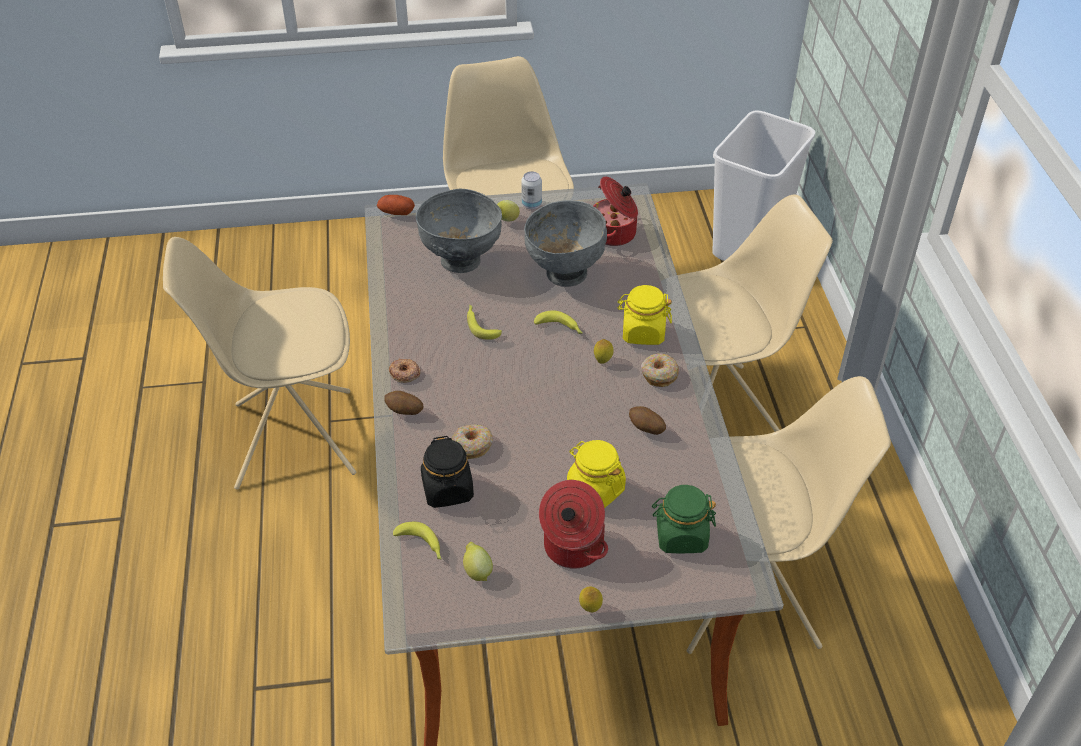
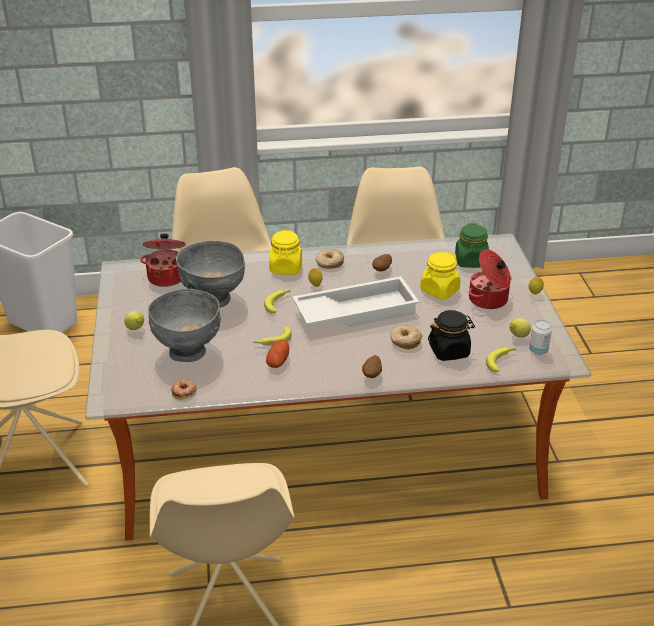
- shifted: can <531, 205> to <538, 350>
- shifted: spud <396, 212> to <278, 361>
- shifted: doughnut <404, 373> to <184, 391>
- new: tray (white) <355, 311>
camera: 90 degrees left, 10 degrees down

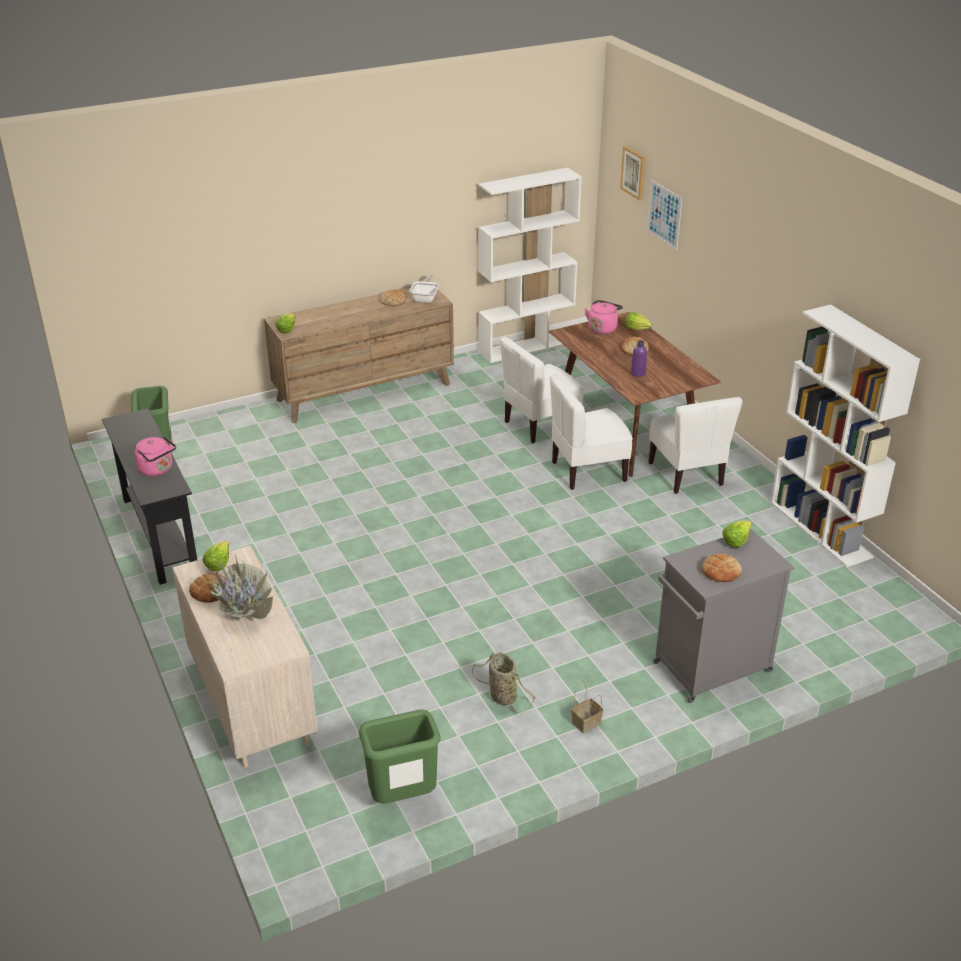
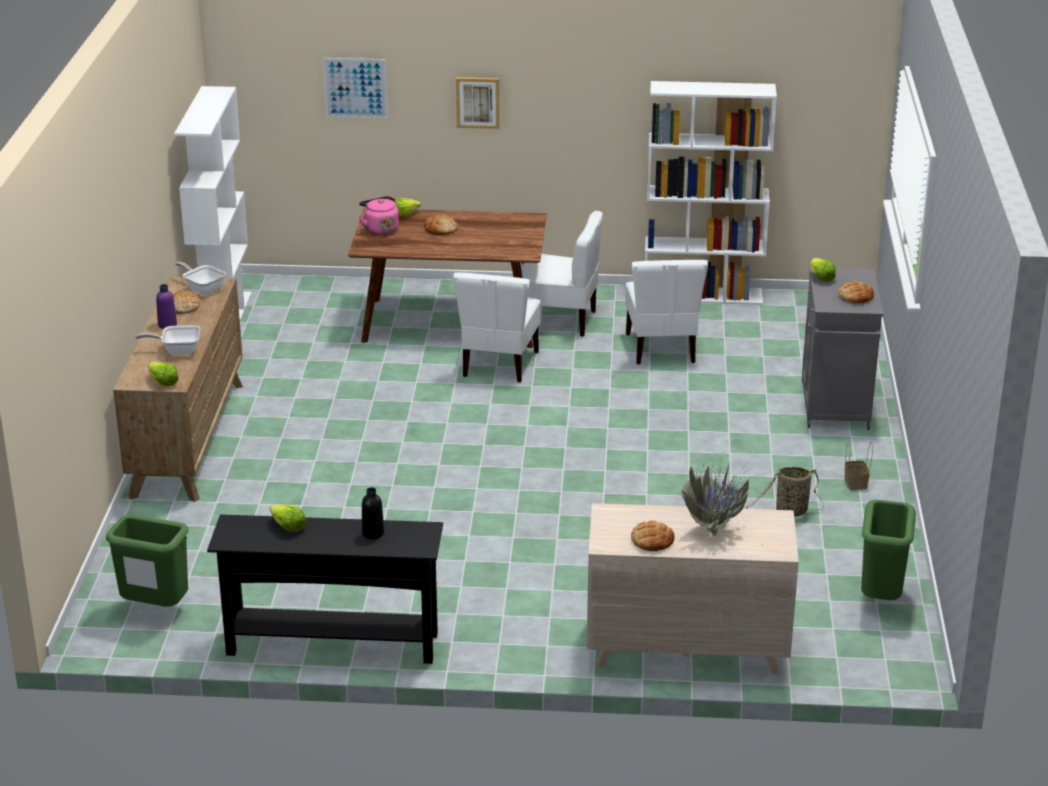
- shifted: wall art <634, 172> to <478, 102>
- shifted: chair (white) <540, 425> to <662, 348>
- shifted: beverage bottle (purple) <638, 373> to <167, 325>
- swapped: tea kettle (pink-coloured) <157, 470> to beverage bottle (blackish) <373, 533>
- shifted: lettuce head <218, 563> to <287, 527>
- new: skillet <177, 350>
camera: 60 degrees left, 5 degrees down

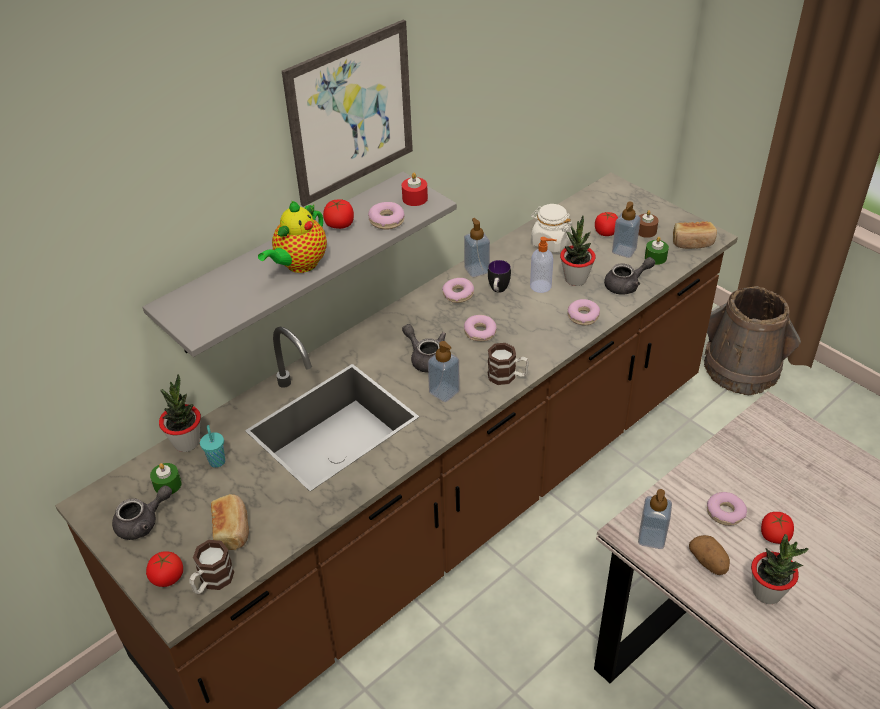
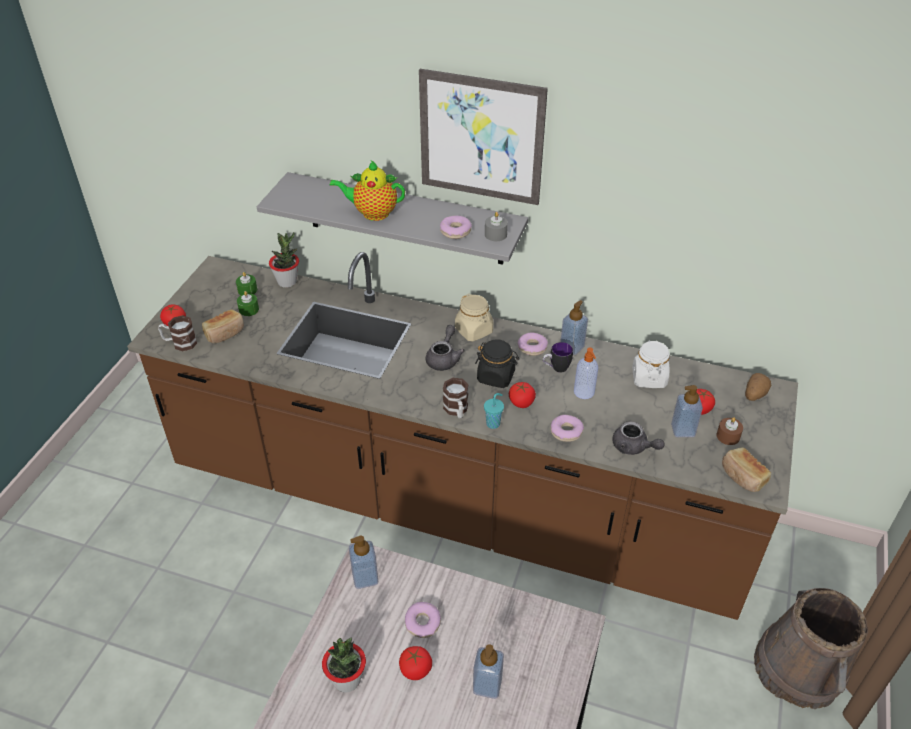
- repainted: candle (red-coloured) <415, 198> to candle (gray) <495, 234>
- shifted: fresh tomato <339, 225> to <521, 402>
- gone: plant in a pot <575, 279>
- shifted: candle (green) <655, 258> to <249, 309>
- swapped: doughnut <480, 332> to preserve jar (blackish) <496, 377>
- shifted: soap bottle <444, 392> to <487, 685>
- shifted: cup (turquoise-coloured) <217, 460> to <493, 423>
- gone: teapot (gray) <143, 523>
- shifted: spud <709, 562> to <754, 394>
- new: preserve jar (beige-coloured) <474, 331>
camera: 60 degrees right, 0 degrees up

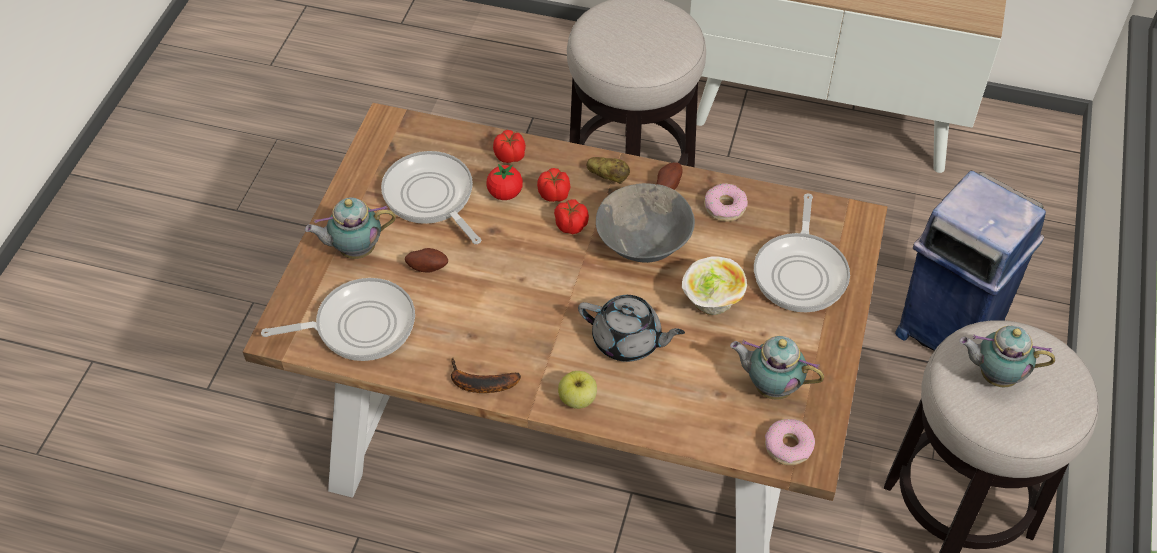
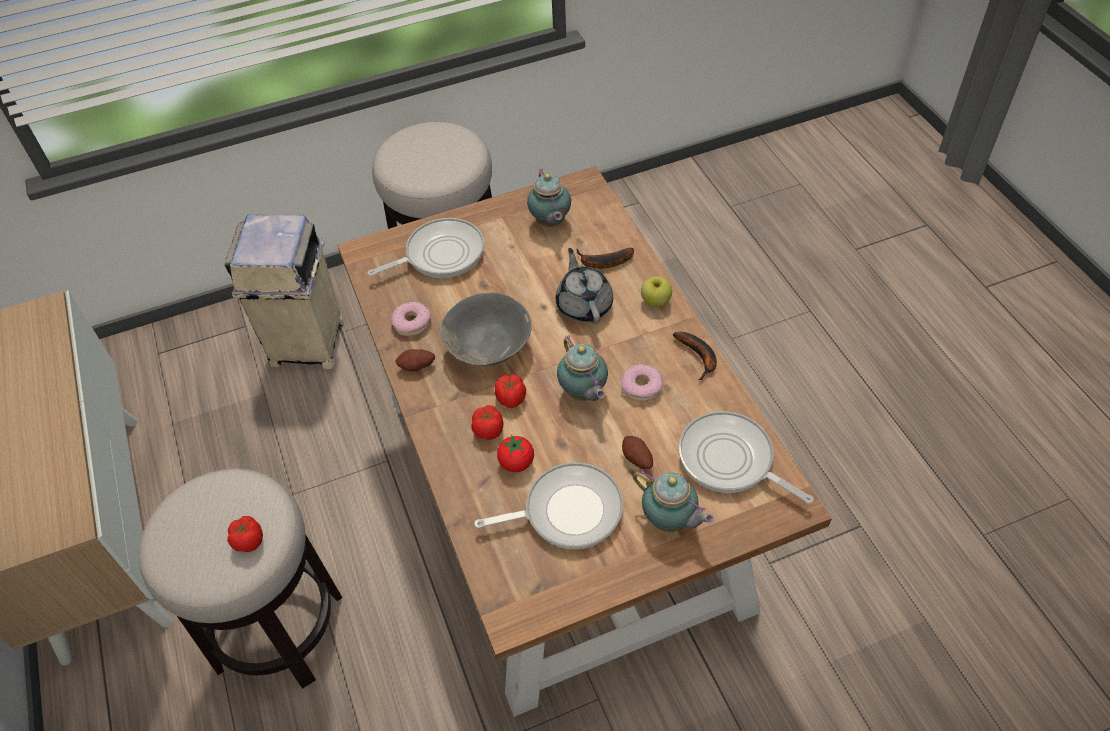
- shifted: fresh tomato <510, 156> to <249, 540>
- rotated: skillet <431, 197> = <567, 511> 120 degrees counterclockwise
- gone: spud <608, 177>
- repainted: rubbish bin (blue) <947, 329> to rubbish bin (beige-coloured) <307, 344>
- gone: bowl <711, 303>
- shifted: teapot <995, 375> to <583, 393>
- shifted: doughnut <788, 446> to <641, 387>
- new: whole banana <603, 262>
camera: 125 degrees left, 0 degrees up

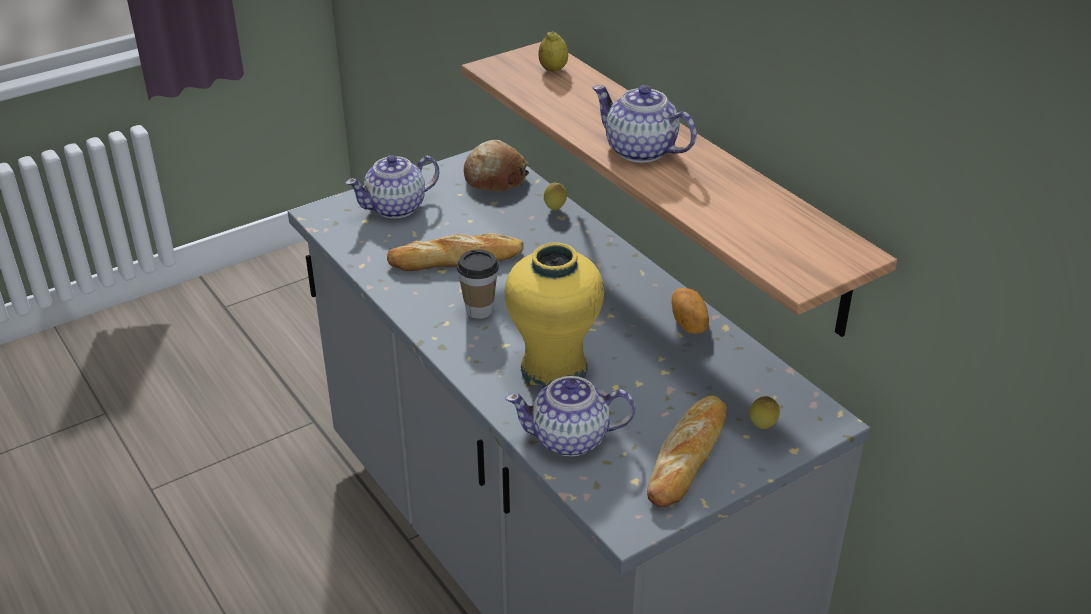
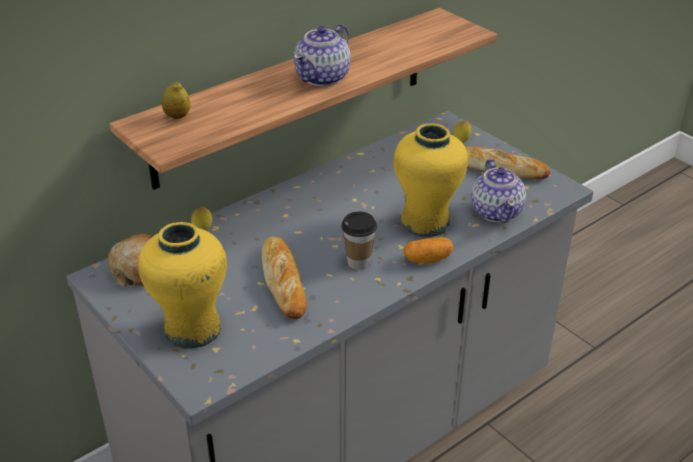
- swapped: teapot <396, 208> to flower vase (yellow) <192, 329>
- shifted: spud <689, 323> to <427, 259>
camera: 95 degrees left, 0 degrees up

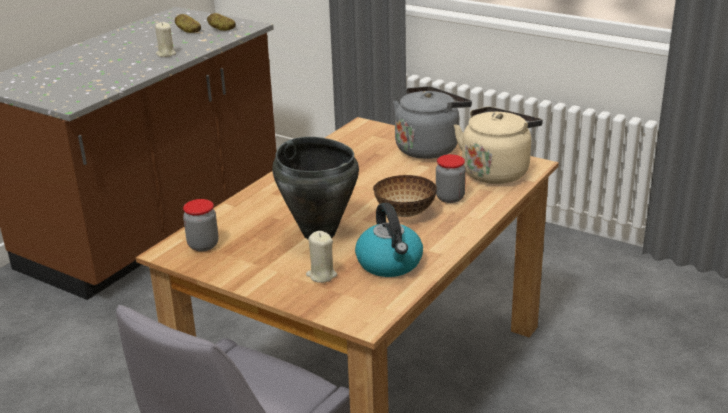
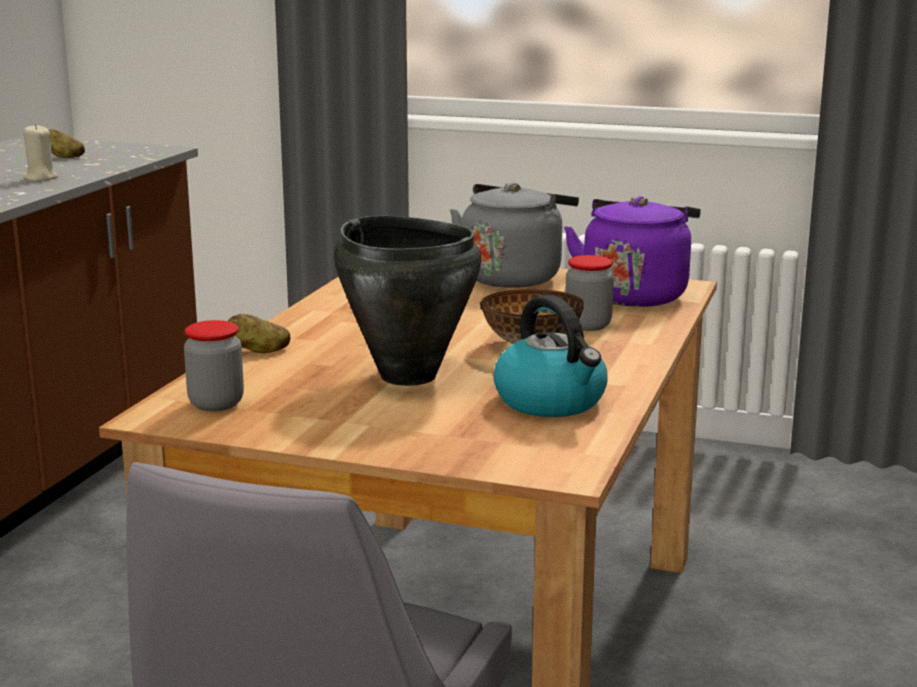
- shifted: spud <222, 29> to <258, 351>
- repainted: tea kettle (beige-coloured) <496, 171> to tea kettle (purple) <635, 295>
- gone: candle (beige-coloured) <321, 275>
camera: 15 degrees left, 10 degrees down

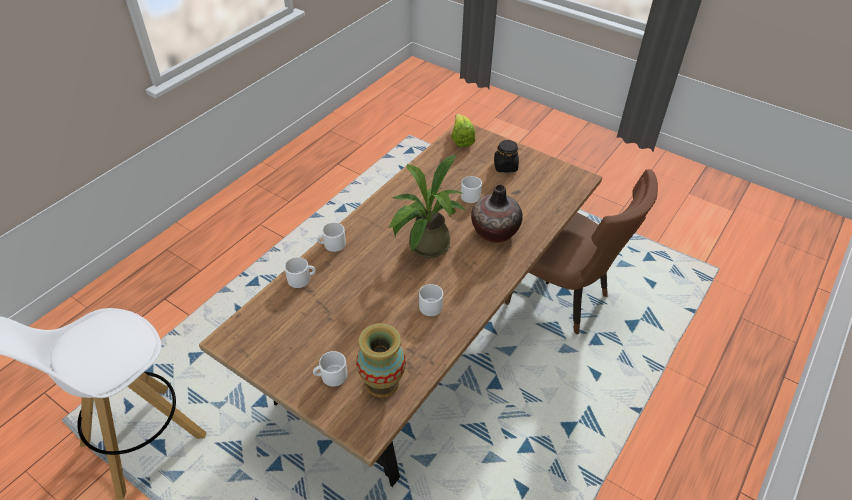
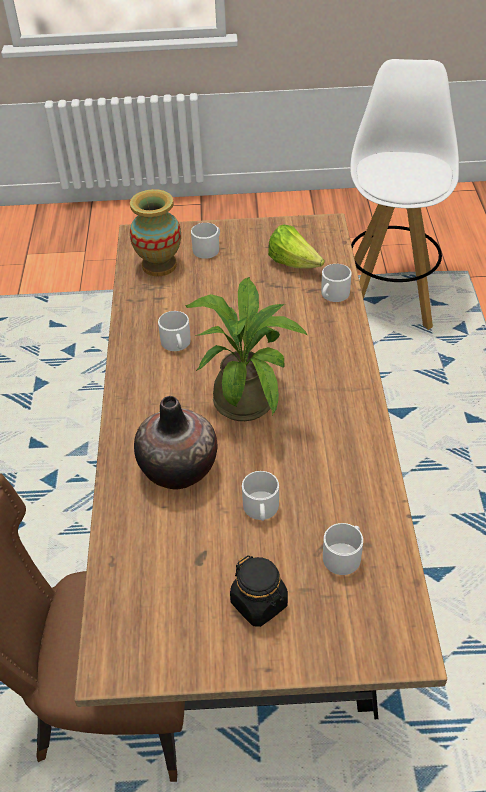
- shifted: lettuce head <461, 139> to <293, 263>
- shifted: mug (white) <332, 244> to <344, 555>
camera: 145 degrees right, 0 degrees up

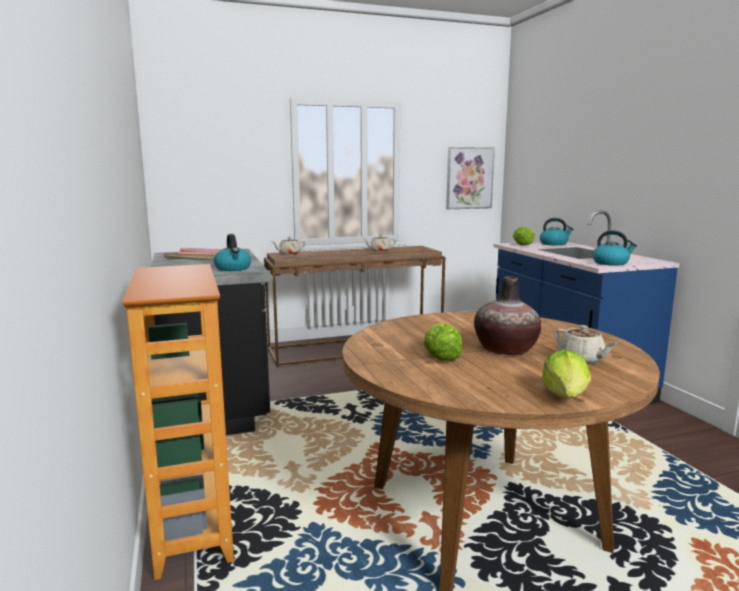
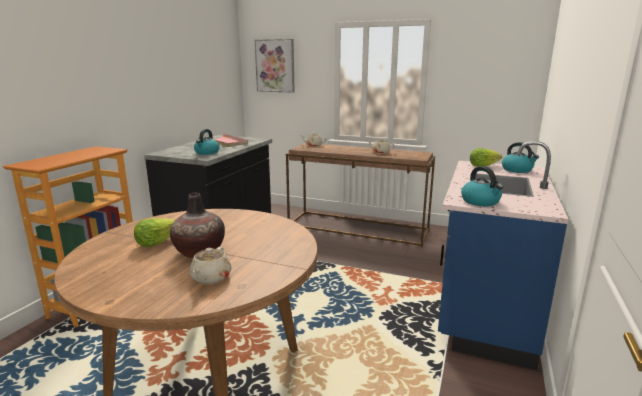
- shifted: wall art <469, 178> to <275, 66>
- gone: lettuce head <566, 396>
camera: 40 degrees right, 5 degrees up

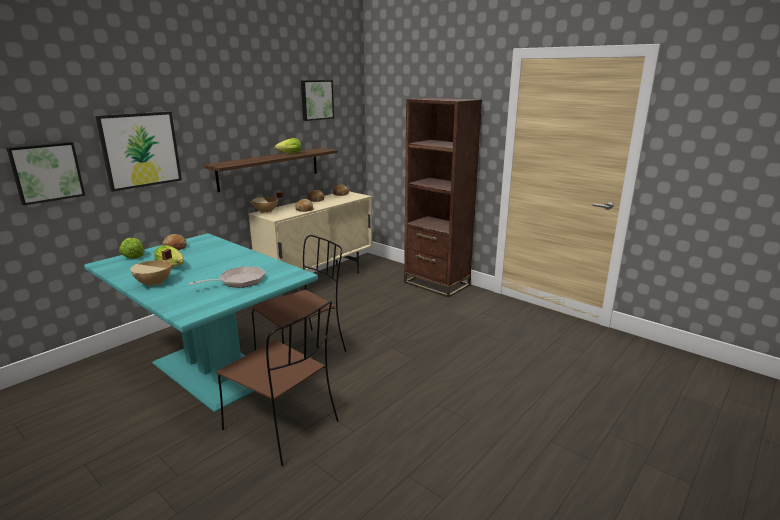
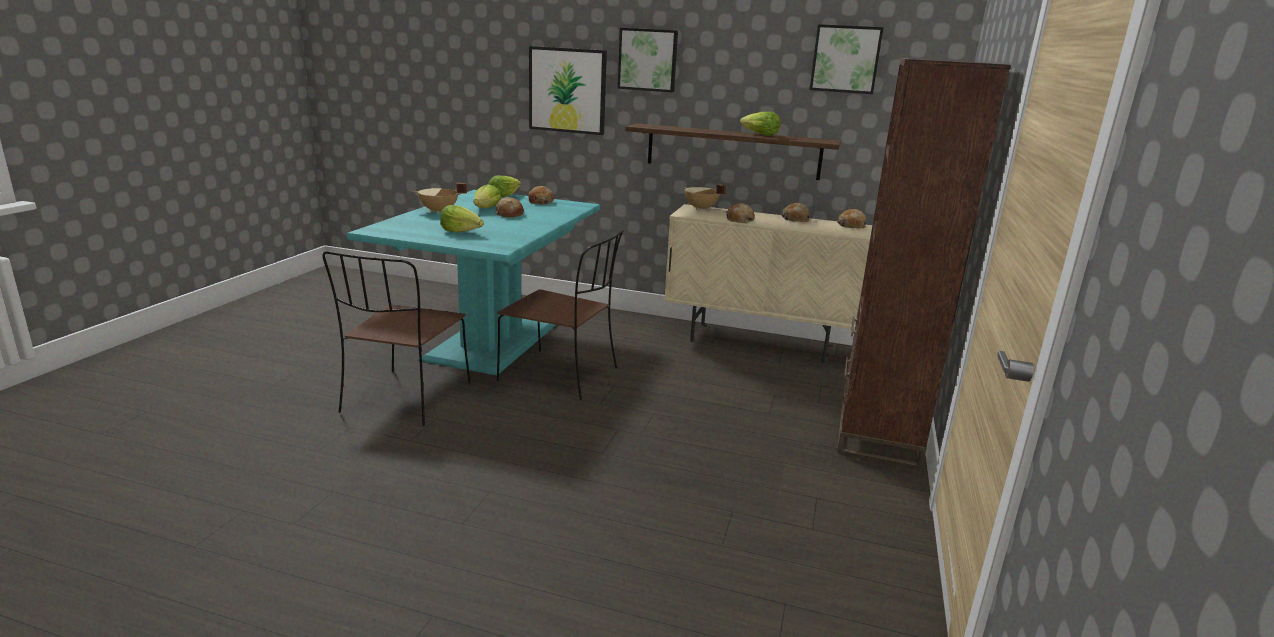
- shifted: wall art <46, 172> to <648, 60>
- swapped: skillet <238, 281> to lettuce head <462, 232>
- new: bread <509, 214>
camera: 65 degrees right, 0 degrees up

